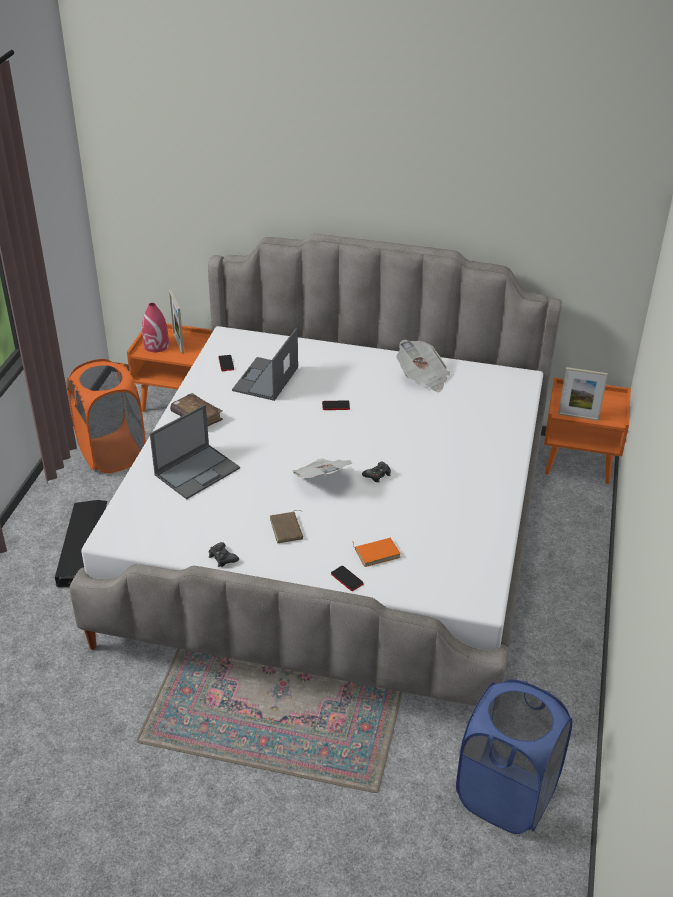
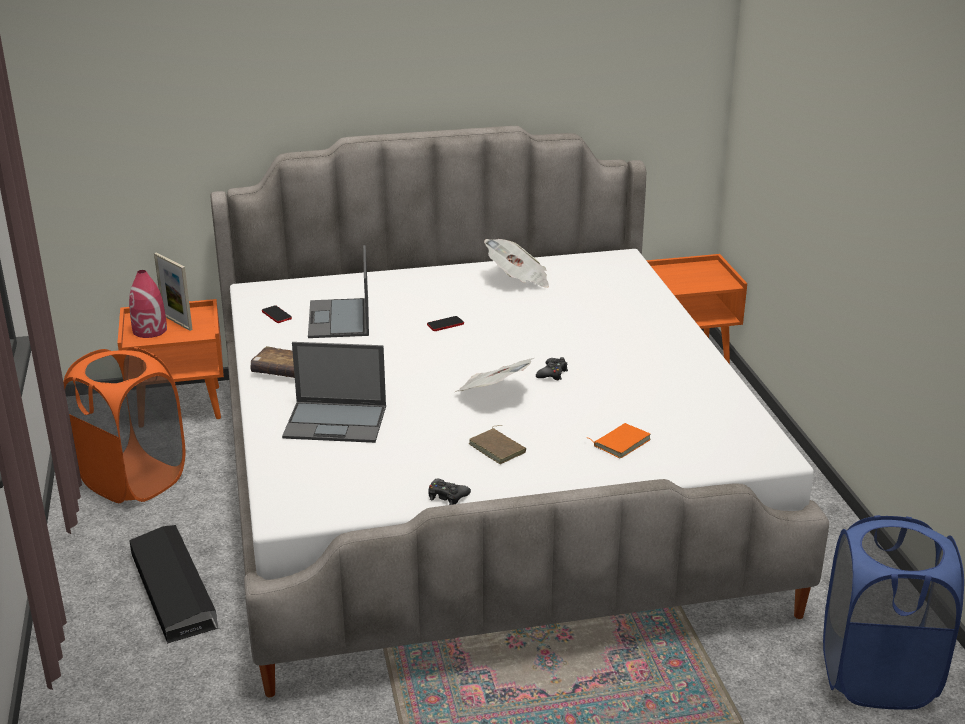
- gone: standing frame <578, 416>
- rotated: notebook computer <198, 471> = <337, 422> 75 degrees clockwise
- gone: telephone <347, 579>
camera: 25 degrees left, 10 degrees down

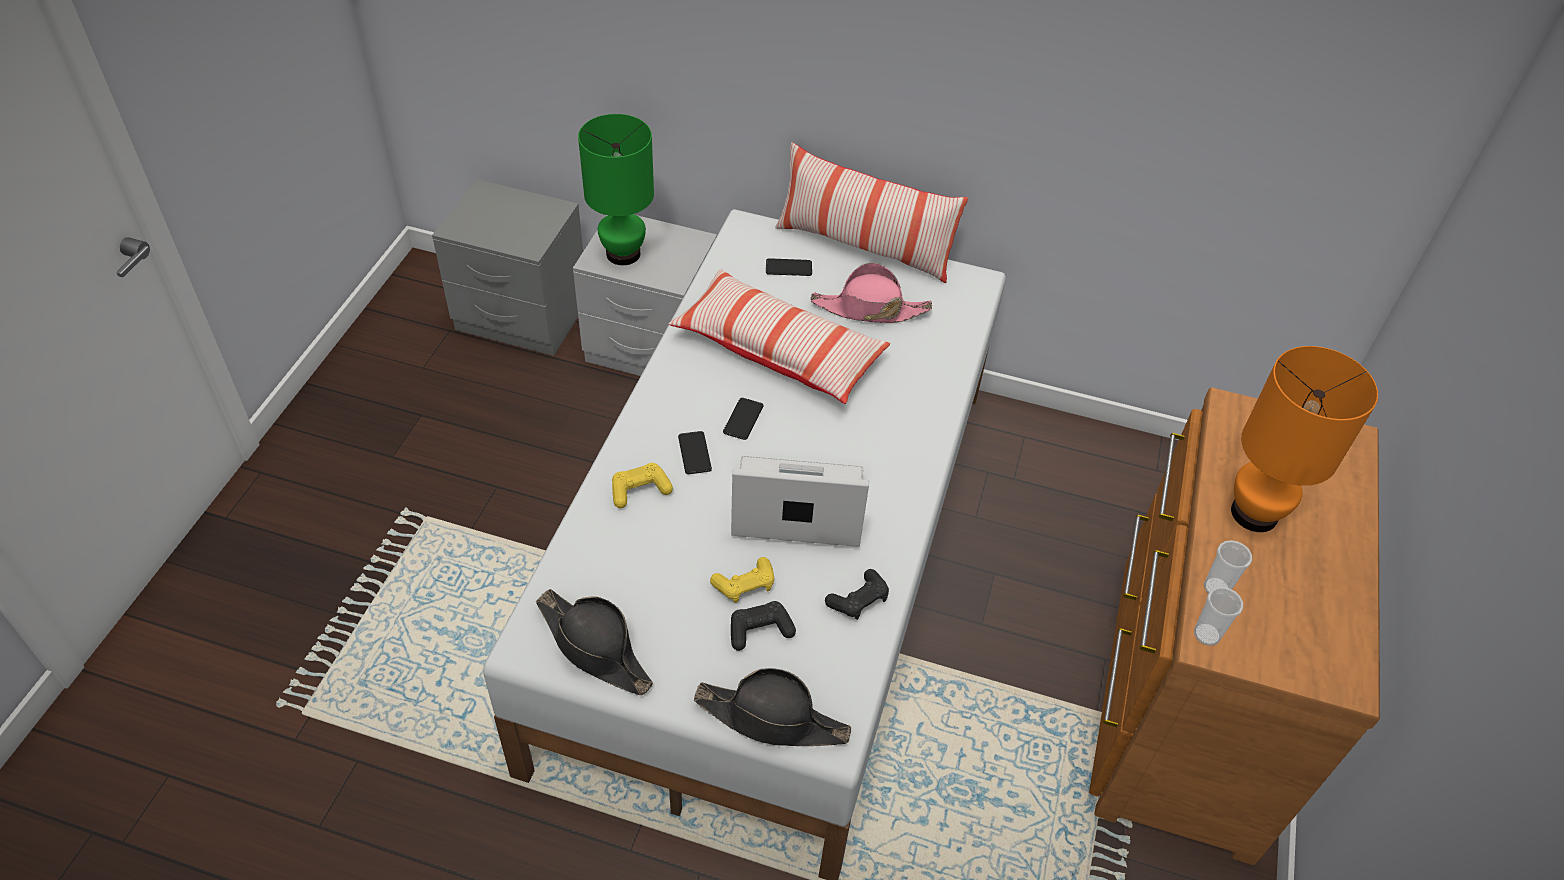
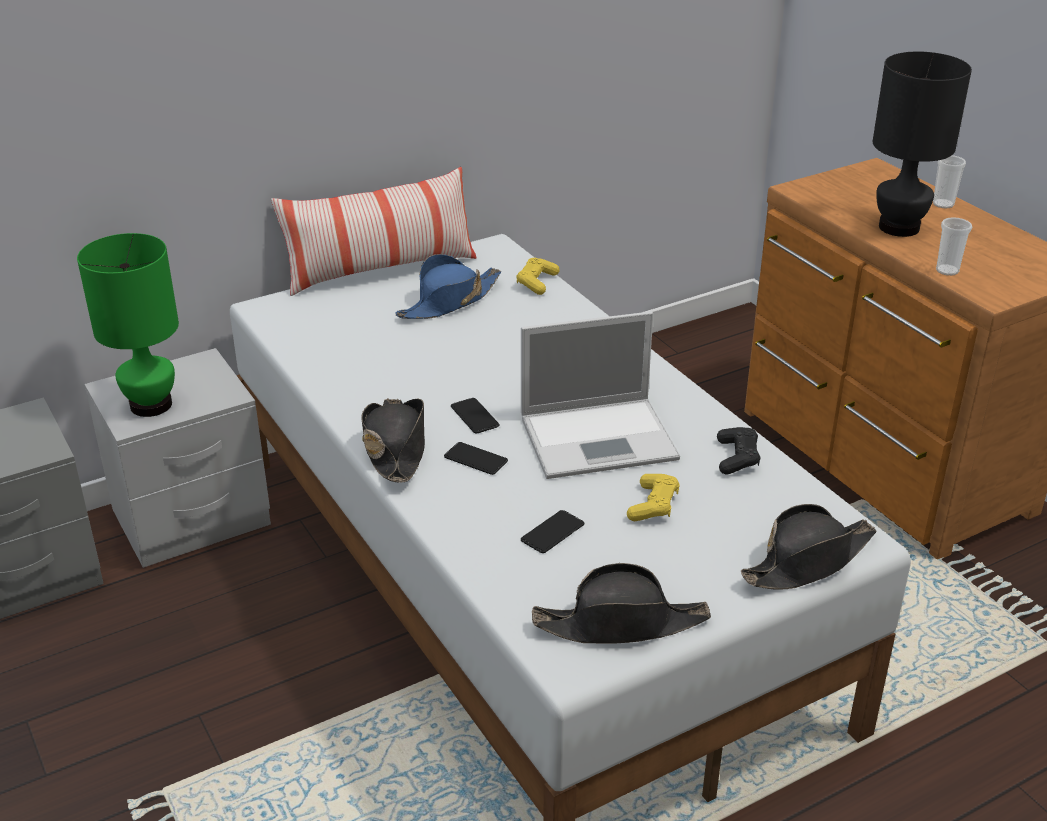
- shifted: telephone <788, 268> to <552, 532>
- repainted: hat (pink-coloured) <869, 309> to hat (blue) <449, 301>
- gone: cushion <778, 350>
- repainted: lamp for a table (orangey) <1255, 514> to lamp for a table (blackish) <900, 227>
- rotated: notebook computer <795, 504> = <601, 437> 150 degrees counterclockwise
- shifted: game controller (yellow) <640, 490> to <537, 282>
- shifted: cup <1206, 635> to <943, 204>
- gone: game controller (blackish) <760, 630>
- new: hat (blackish) <395, 448>
camera: 45 degrees left, 15 degrees down

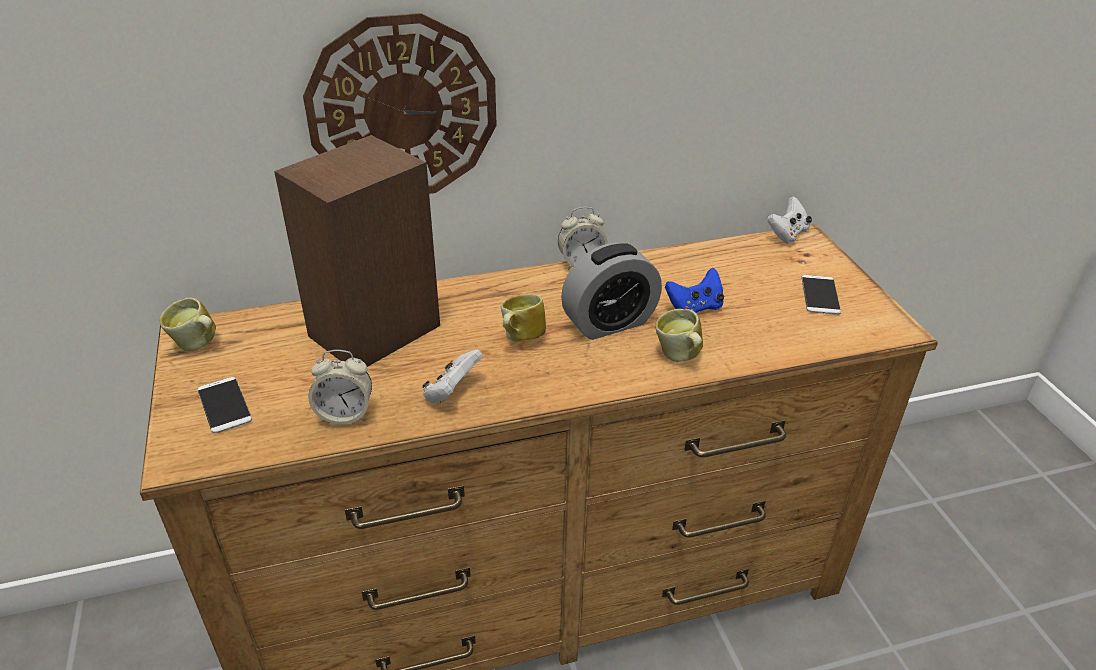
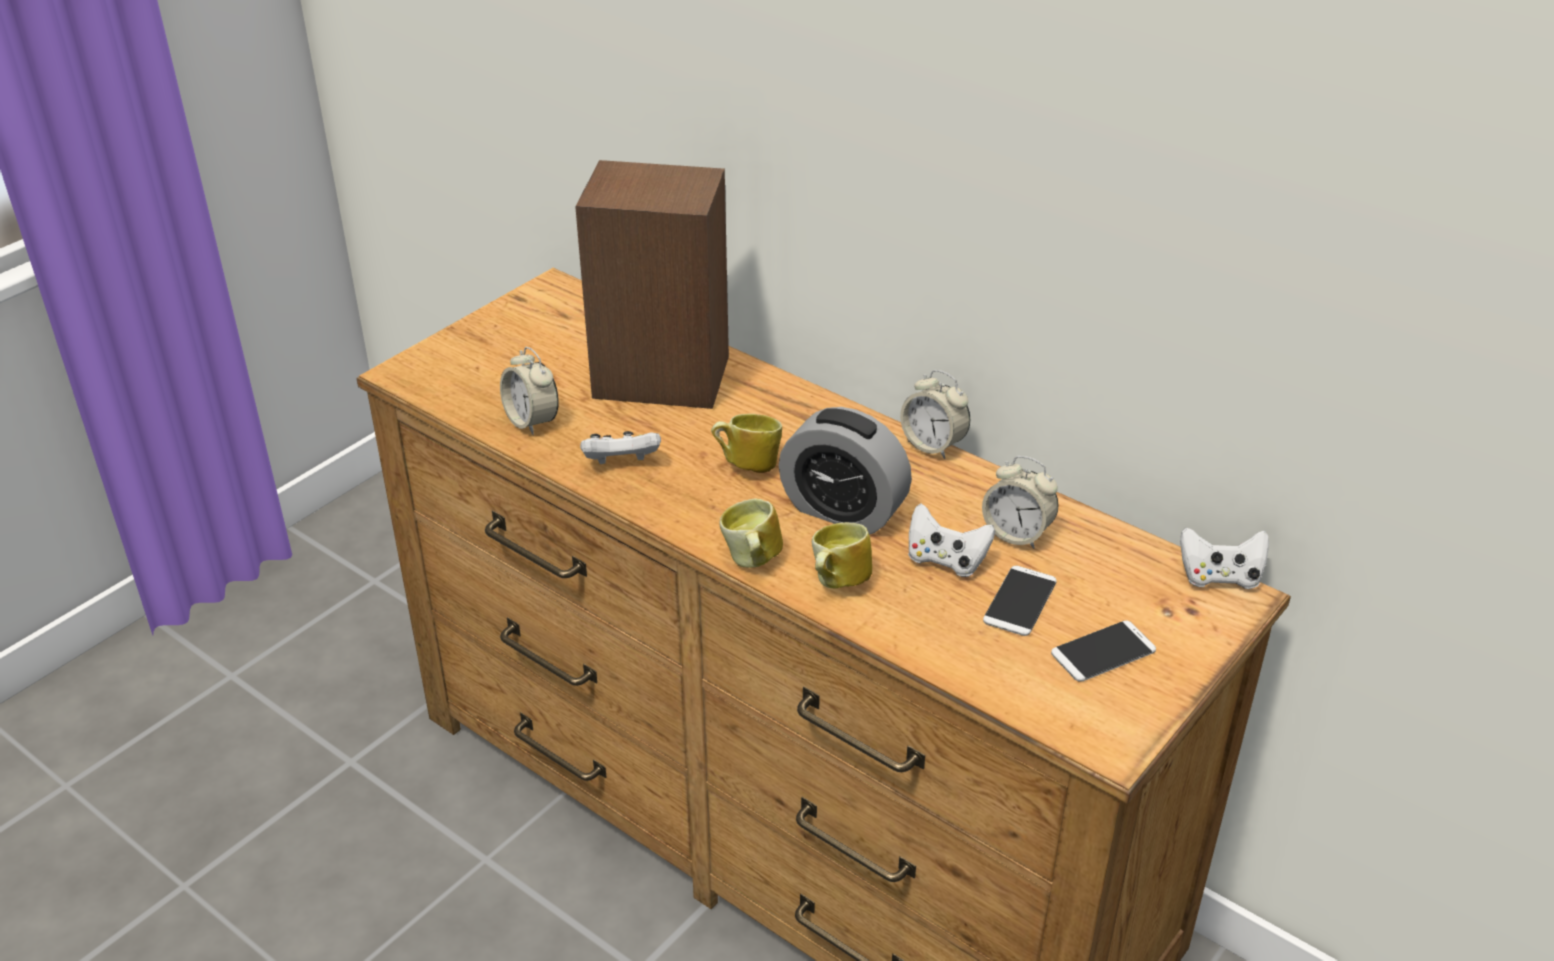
- gone: clock on the wall <403, 109>
- repainted: game controller (blue) <694, 308> to game controller (white) <946, 560>
- shifted: mug <197, 346> to <751, 562>
- shifted: telephone <224, 405> to <1020, 601>
- new: alarm clock <1017, 534>
camera: 55 degrees right, 0 degrees up

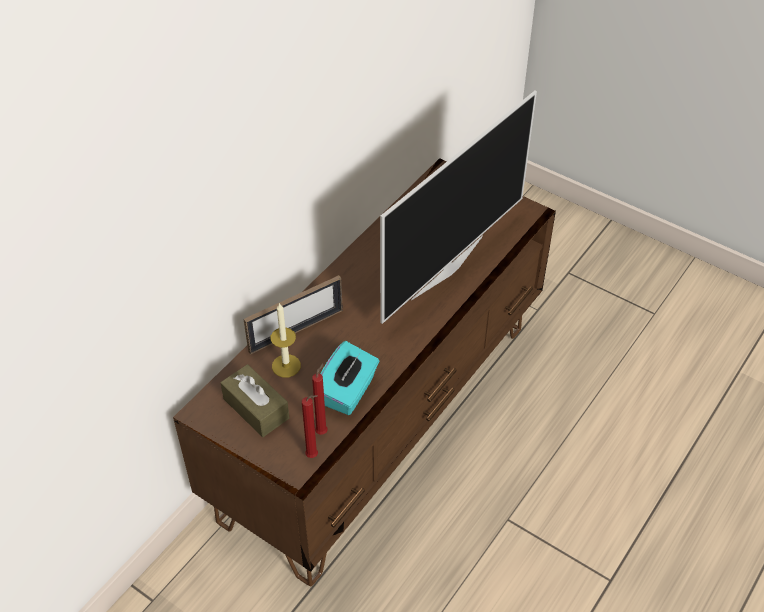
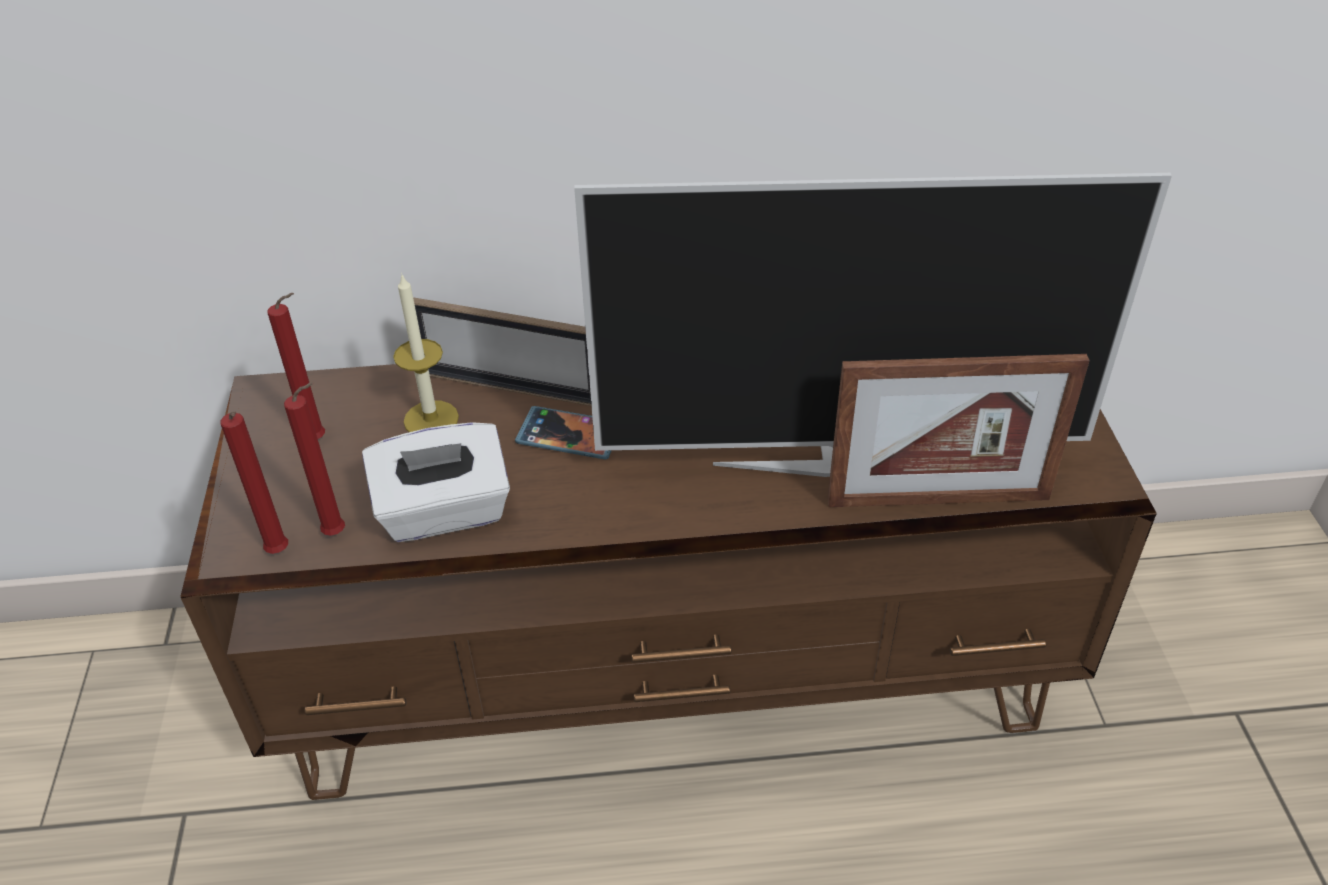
- repainted: box of tissues (turquoise-coloured) <348, 392> to box of tissues (white) <444, 512>
- swapped: box of tissues (brown-coloured) <256, 408> to candle (red-coloured) <319, 440>
- new: standing frame <938, 500>
- new: telephone <569, 436>
camera: 50 degrees right, 5 degrees down

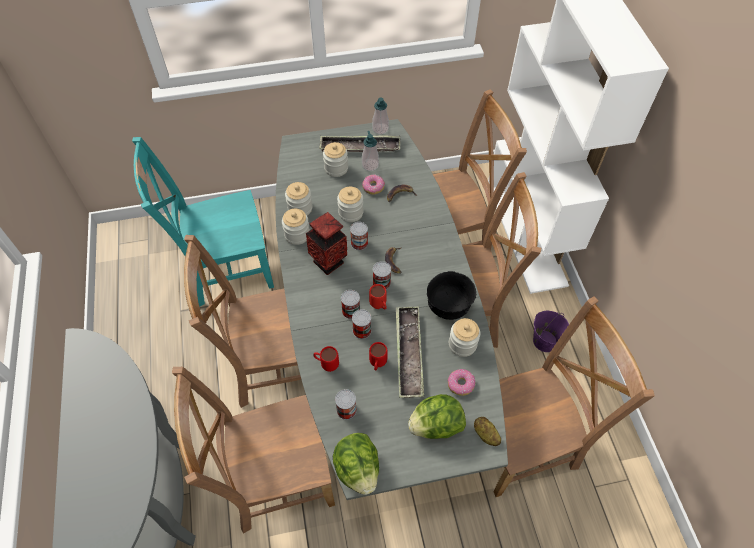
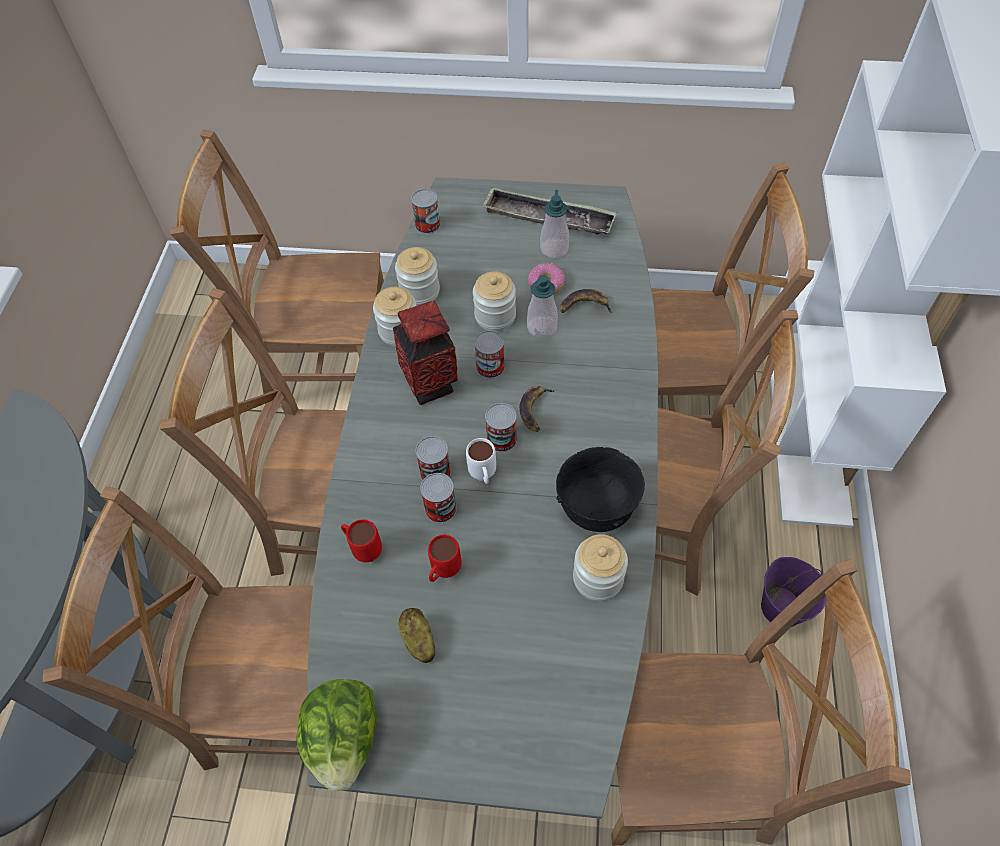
- shifted: soap bottle <380, 129> to <542, 327>
- repainted: chair (turquoise-coloured) <225, 269> to chair (brown-coloured) <324, 365>
- gone: preserve jar <336, 168>
- repainted: mug (red-coloured) <379, 306> to mug (white) <483, 477>
- gone: tray <408, 354>
- gone: doughnut <460, 384>
- shifted: can <346, 410> to <427, 224>
- gone: lettuce head <435, 425>
- shifted: spud <485, 435> to <418, 640>
camera: 20 degrees right, 0 degrees up

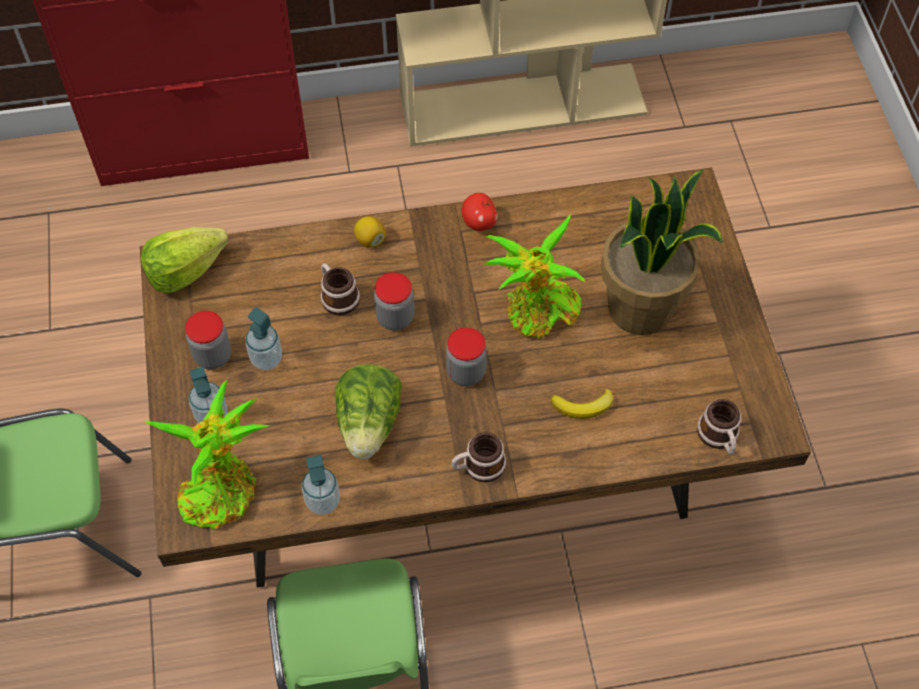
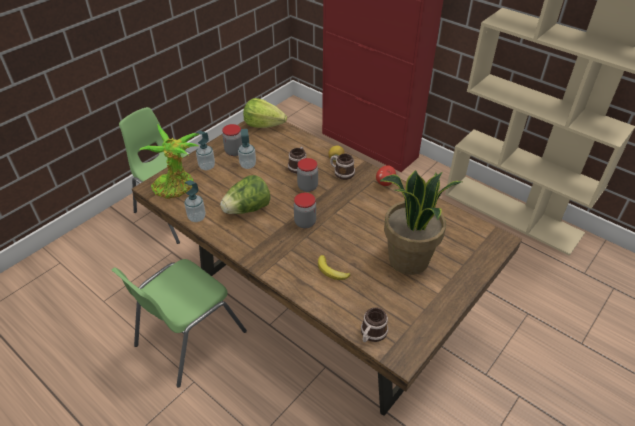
- gone: plant in a pot <537, 313>
- shifted: mug <478, 466> to <341, 172>
camera: 50 degrees right, 15 degrees down

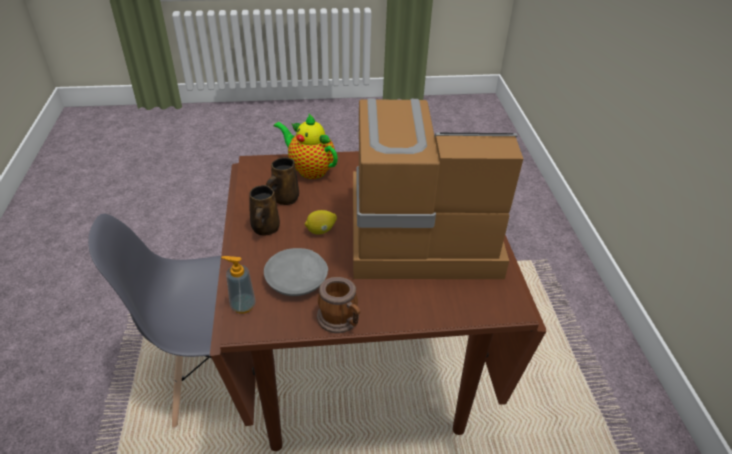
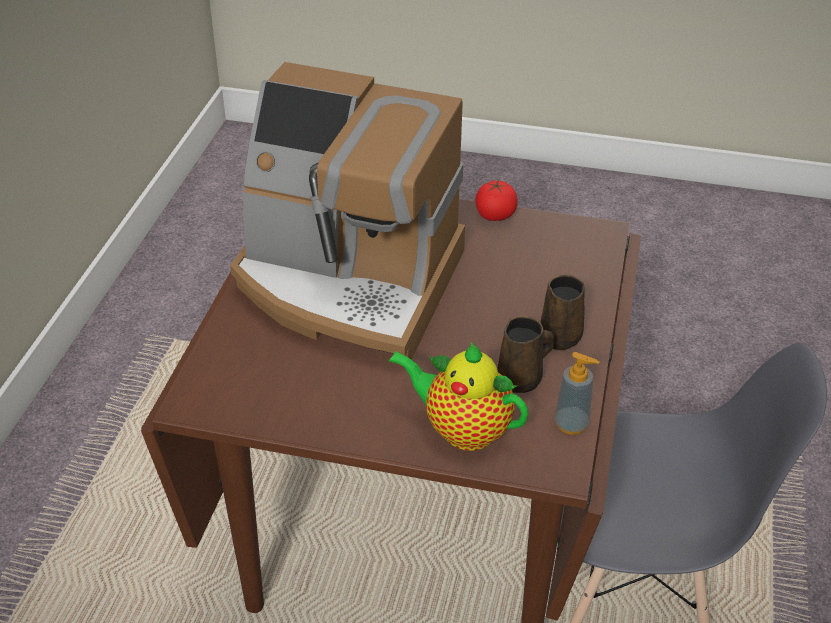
- rotated: teapot <309, 169> = <462, 430> 150 degrees clockwise
- gone: citrus fruit <321, 231>
- gone: dinner plate (gray) <297, 280>
- shifted: soap bottle <243, 305> to <571, 424>
- swapped: mug <341, 320> to fresh tomato <495, 215>
camera: 160 degrees left, 0 degrees up

